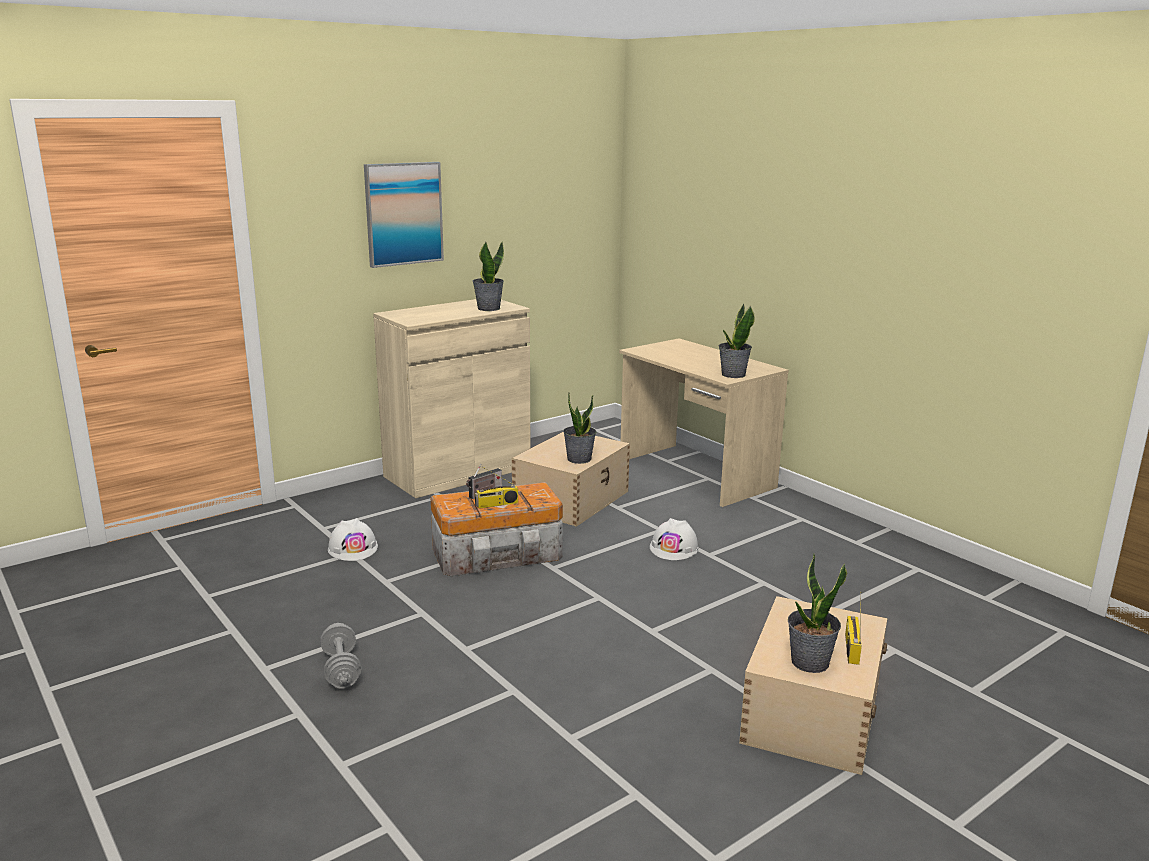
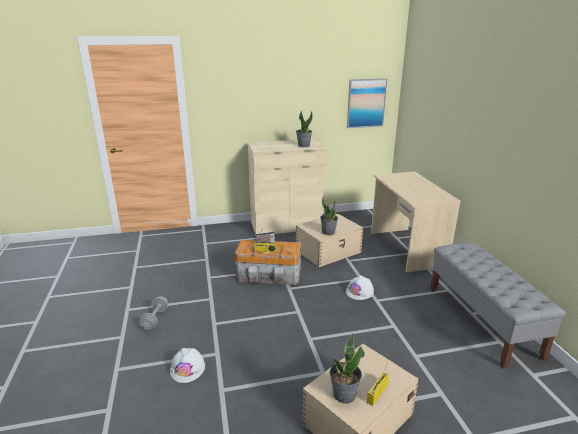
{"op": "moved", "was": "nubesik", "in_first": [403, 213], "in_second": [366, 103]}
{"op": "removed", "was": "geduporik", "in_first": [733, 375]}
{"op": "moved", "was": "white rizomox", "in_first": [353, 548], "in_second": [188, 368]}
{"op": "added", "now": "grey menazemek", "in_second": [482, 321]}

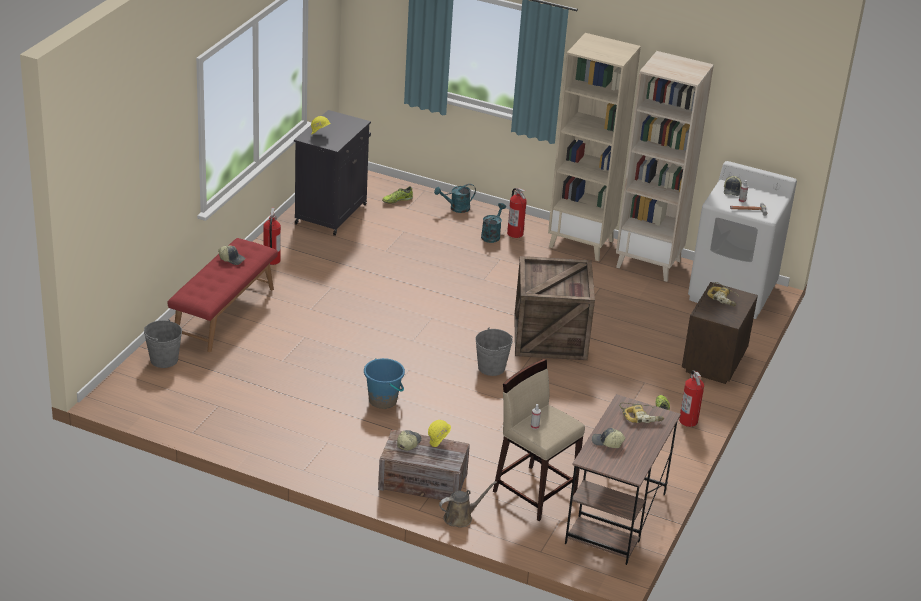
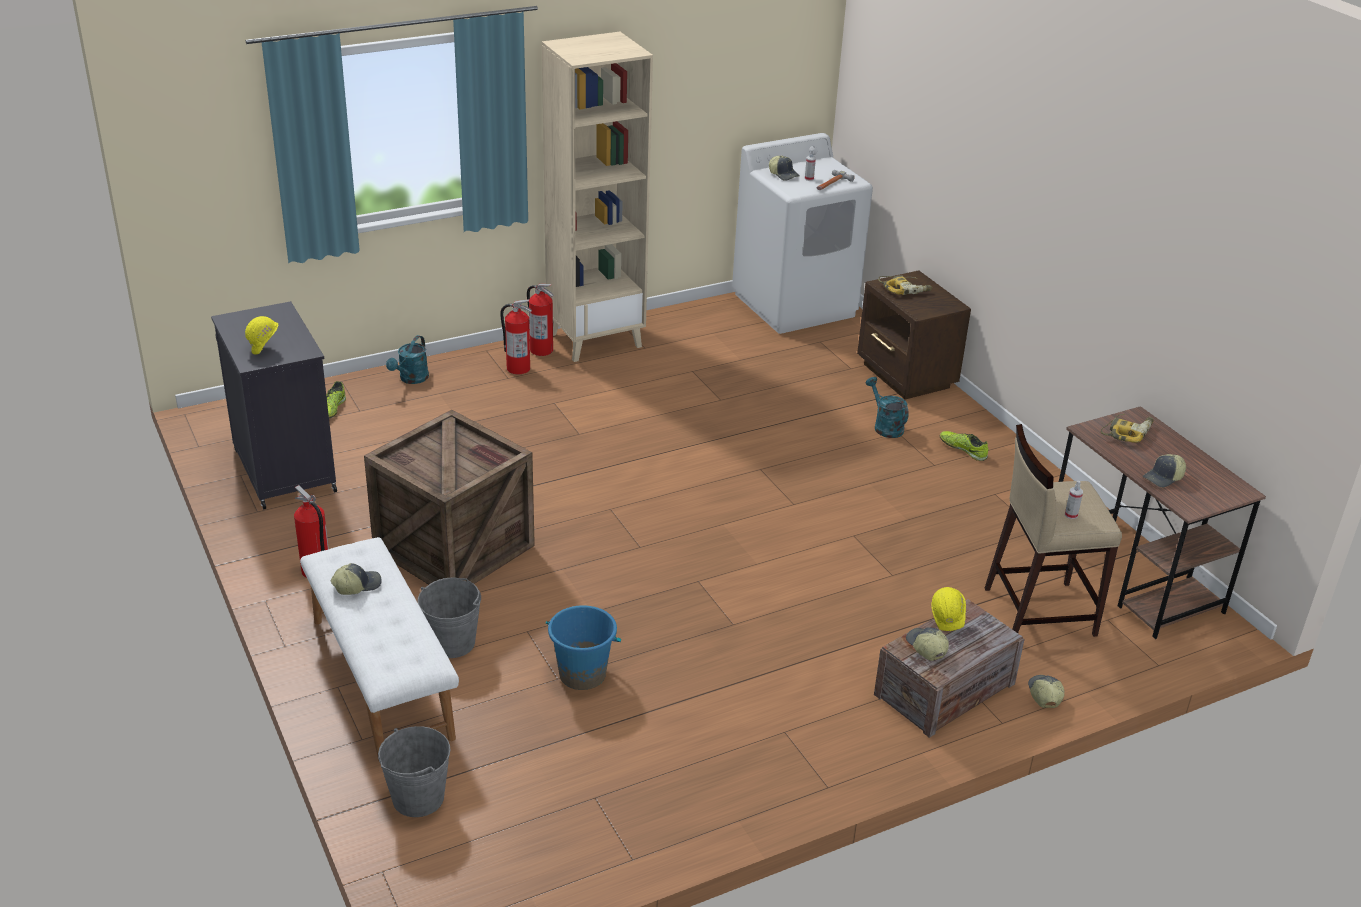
{"op": "removed", "was": "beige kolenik", "in_first": [649, 264]}
{"op": "moved", "was": "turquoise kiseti", "in_first": [492, 235], "in_second": [885, 426]}
{"op": "recoloured", "was": "red menazemek", "now": "white menazemek", "in_first": [224, 313], "in_second": [380, 677]}
{"op": "moved", "was": "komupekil", "in_first": [551, 338], "in_second": [456, 547]}
{"op": "moved", "was": "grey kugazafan", "in_first": [491, 367], "in_second": [452, 643]}
{"op": "moved", "was": "blue kugazafan", "in_first": [383, 400], "in_second": [582, 674]}
{"op": "moved", "was": "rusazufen", "in_first": [688, 421], "in_second": [541, 350]}
{"op": "replaced", "was": "brown kiseti", "now": "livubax", "in_first": [461, 517], "in_second": [1044, 695]}

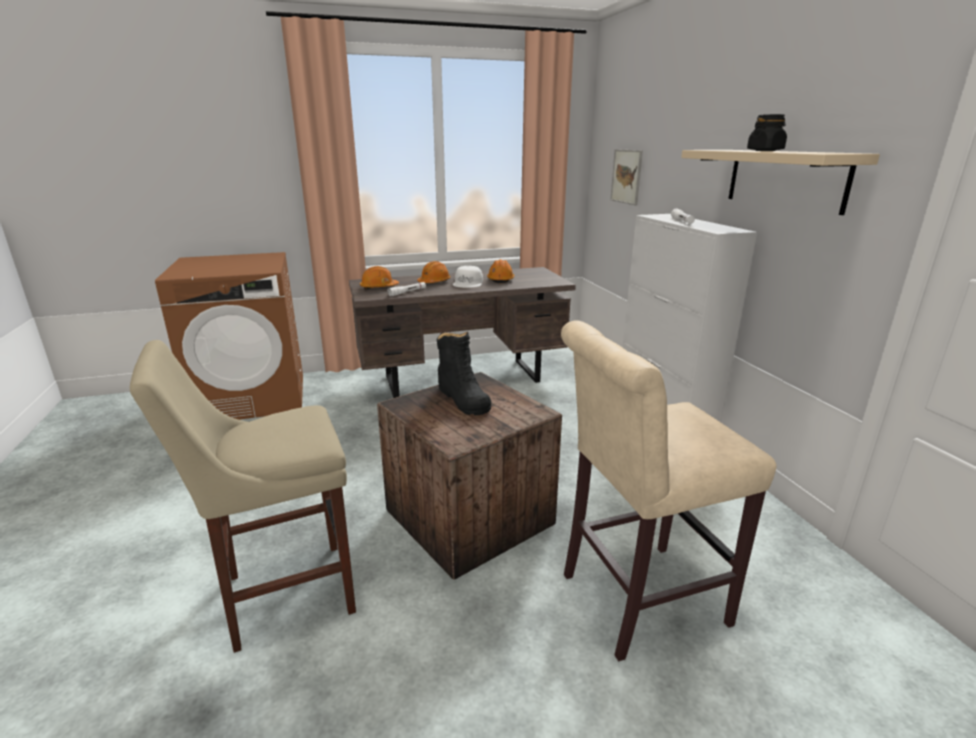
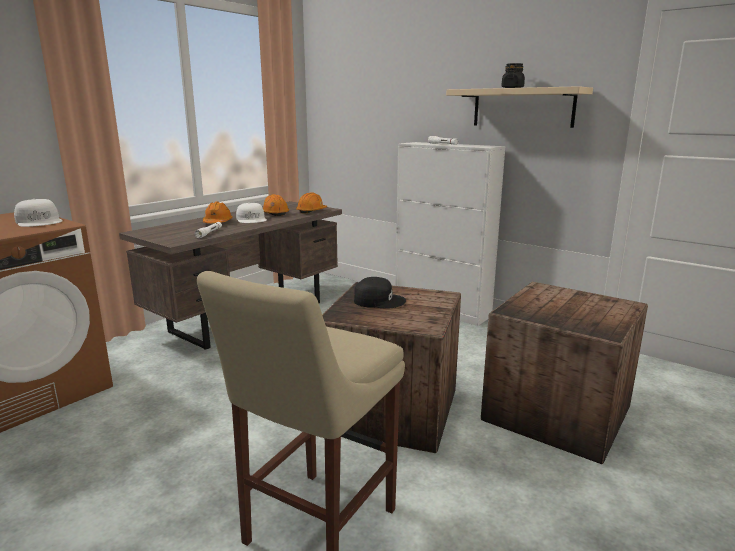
{"op": "removed", "was": "nubesik", "in_first": [626, 176]}
{"op": "moved", "was": "orange rizomox", "in_first": [379, 287], "in_second": [311, 211]}
{"op": "replaced", "was": "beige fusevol", "now": "komupekil", "in_first": [635, 600], "in_second": [554, 414]}
{"op": "replaced", "was": "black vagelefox", "now": "black livubax", "in_first": [463, 399], "in_second": [379, 300]}
{"op": "added", "now": "white livubax", "in_second": [40, 221]}

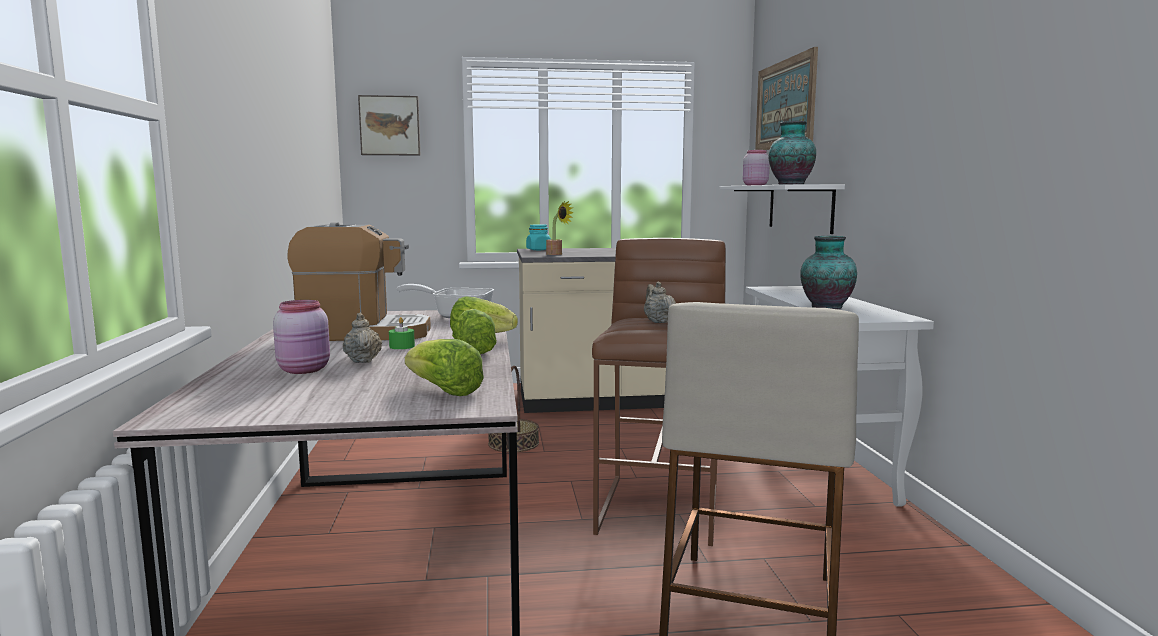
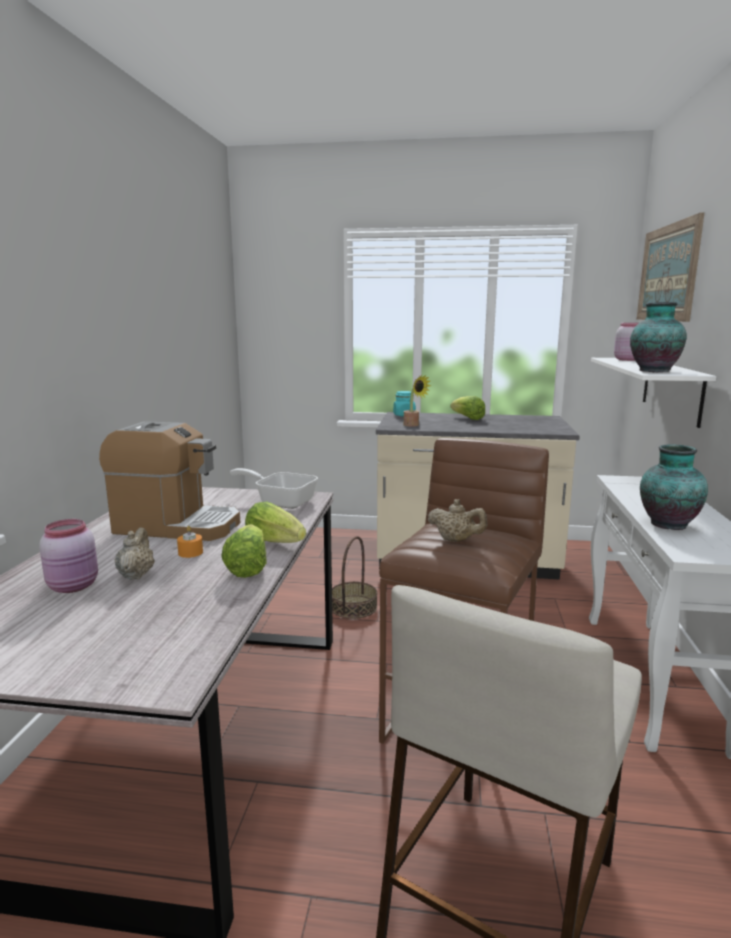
{"op": "removed", "was": "nubesik", "in_first": [390, 126]}
{"op": "turned", "was": "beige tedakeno", "in_first": [658, 321], "in_second": [456, 540], "clockwise": 120}
{"op": "recoloured", "was": "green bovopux", "now": "orange bovopux", "in_first": [402, 346], "in_second": [190, 552]}
{"op": "moved", "was": "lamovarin", "in_first": [444, 391], "in_second": [467, 418]}

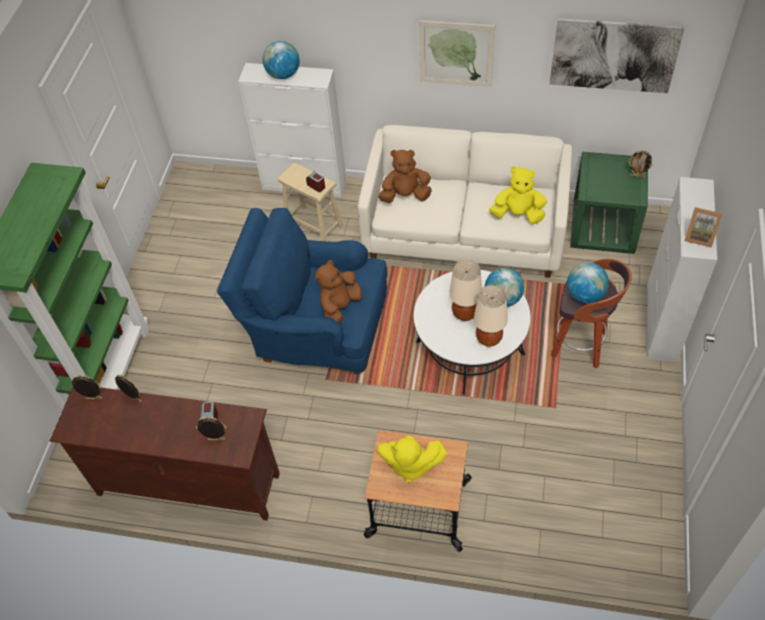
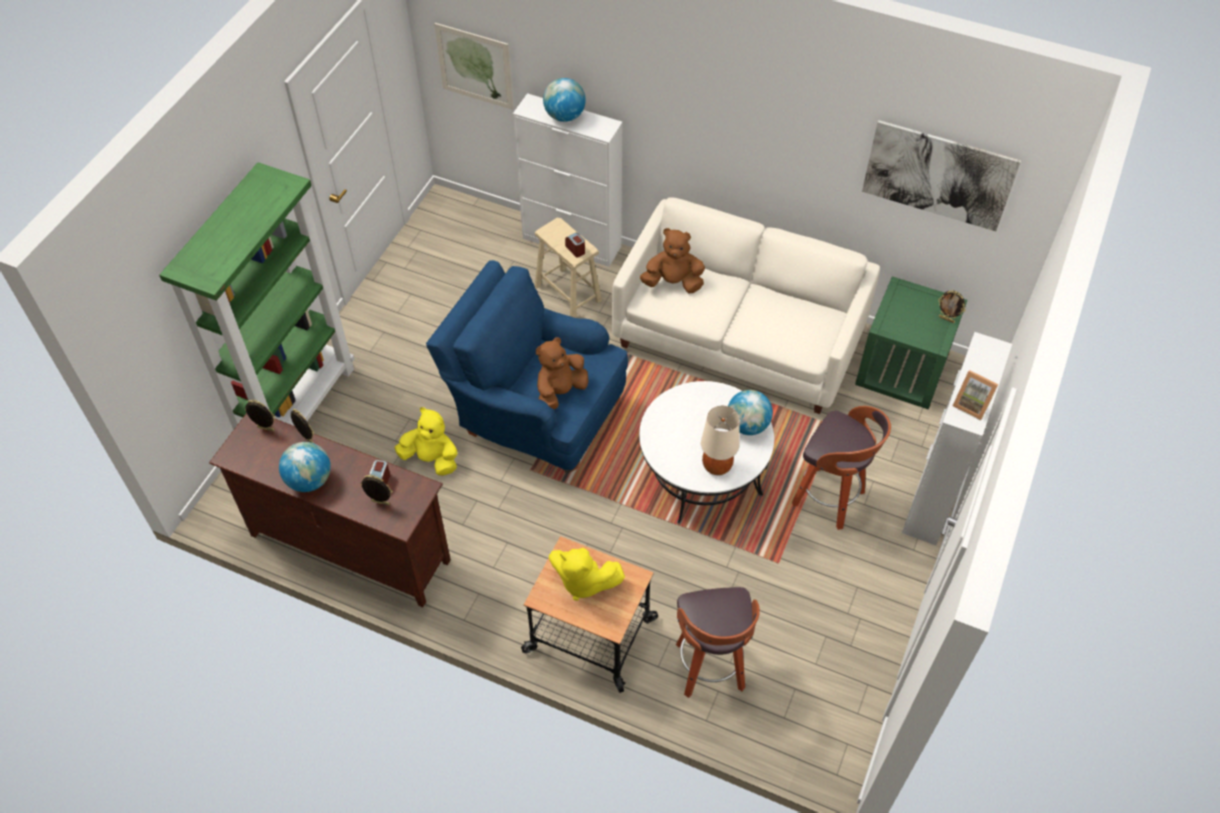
{"op": "moved", "was": "nubesik", "in_first": [456, 54], "in_second": [475, 66]}
{"op": "moved", "was": "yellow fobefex", "in_first": [518, 214], "in_second": [431, 459]}
{"op": "removed", "was": "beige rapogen", "in_first": [464, 314]}
{"op": "moved", "was": "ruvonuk", "in_first": [585, 295], "in_second": [309, 480]}
{"op": "added", "now": "fusevol", "in_second": [710, 668]}

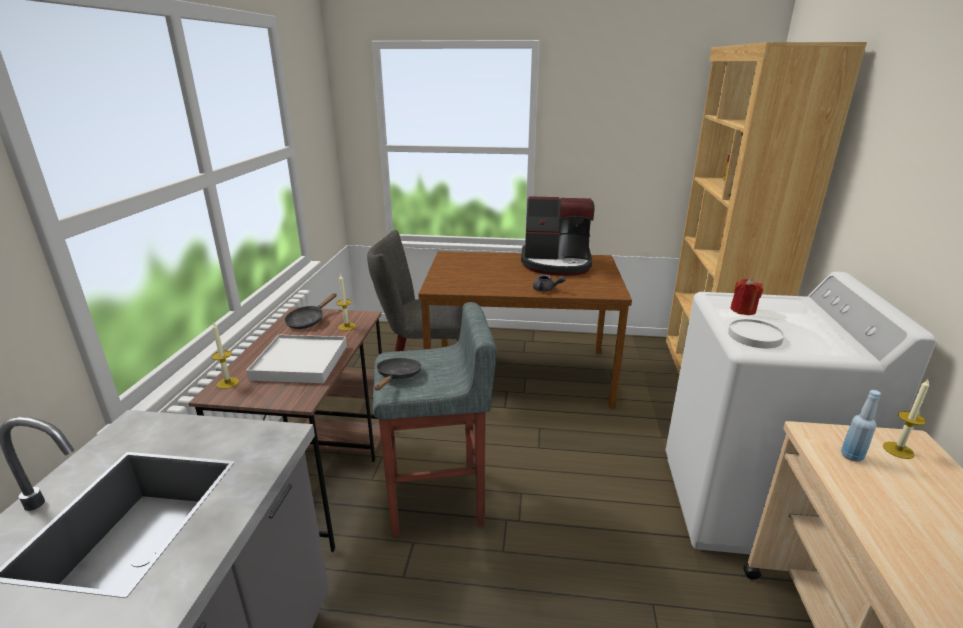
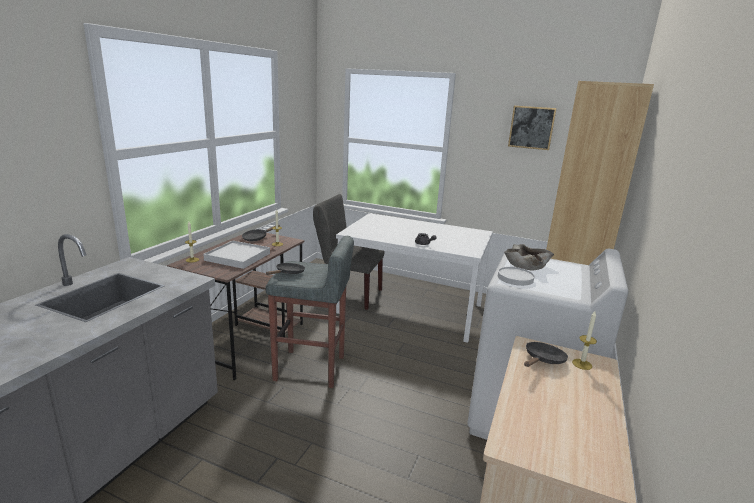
{"op": "removed", "was": "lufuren", "in_first": [556, 264]}
{"op": "recoloured", "was": "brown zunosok", "now": "white zunosok", "in_first": [521, 373], "in_second": [412, 308]}
{"op": "replaced", "was": "red bovopux", "now": "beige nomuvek", "in_first": [743, 310], "in_second": [526, 264]}
{"op": "replaced", "was": "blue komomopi", "now": "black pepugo", "in_first": [851, 456], "in_second": [543, 360]}
{"op": "added", "now": "nubesik", "in_second": [531, 127]}

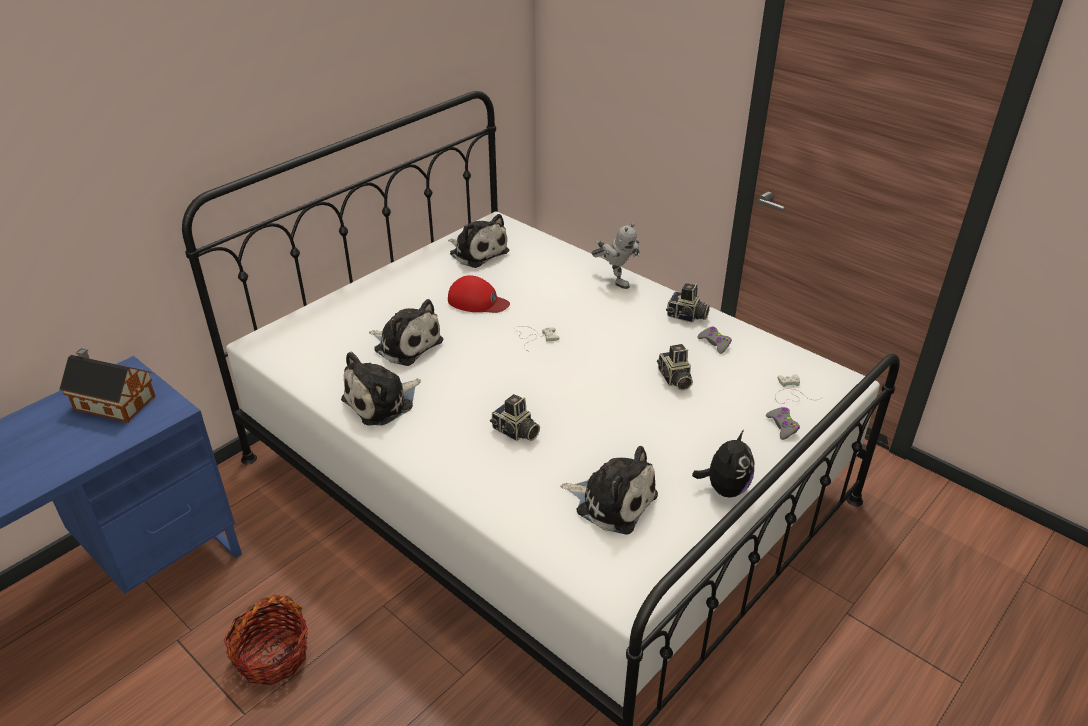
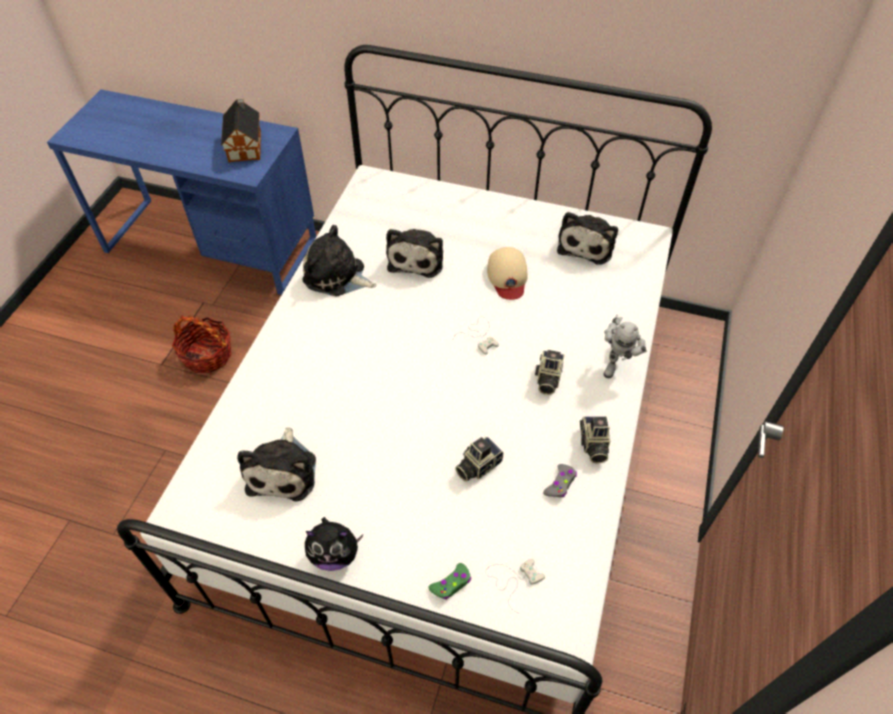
{"op": "recoloured", "was": "red livubax", "now": "beige livubax", "in_first": [477, 301], "in_second": [507, 276]}
{"op": "moved", "was": "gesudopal", "in_first": [515, 432], "in_second": [547, 379]}
{"op": "recoloured", "was": "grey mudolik", "now": "green mudolik", "in_first": [782, 426], "in_second": [451, 584]}

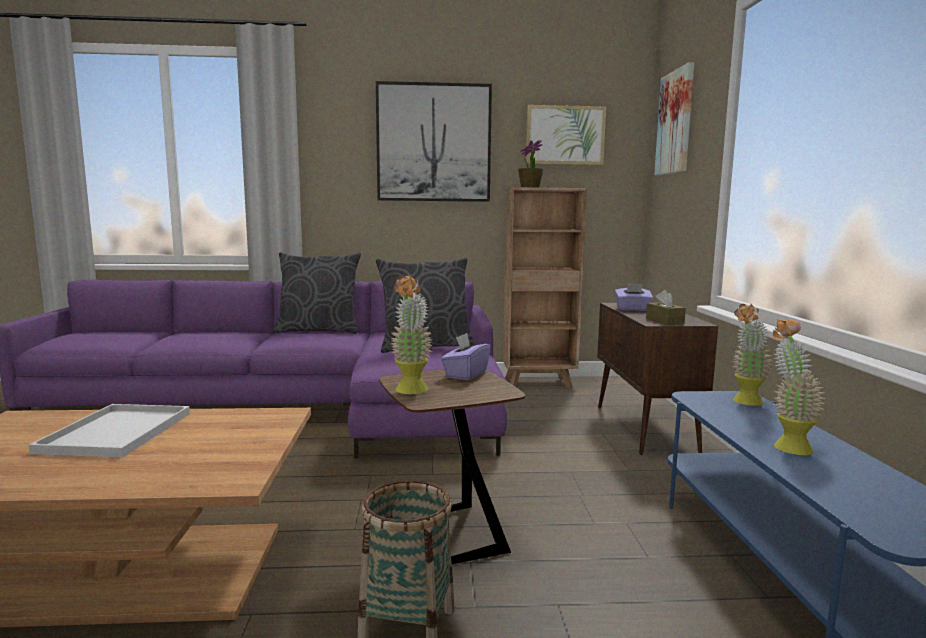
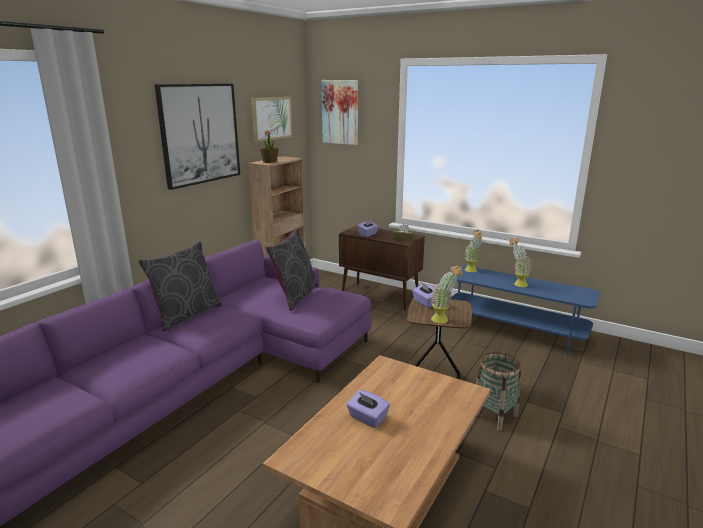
{"op": "replaced", "was": "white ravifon", "now": "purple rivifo", "in_first": [117, 433], "in_second": [367, 418]}

